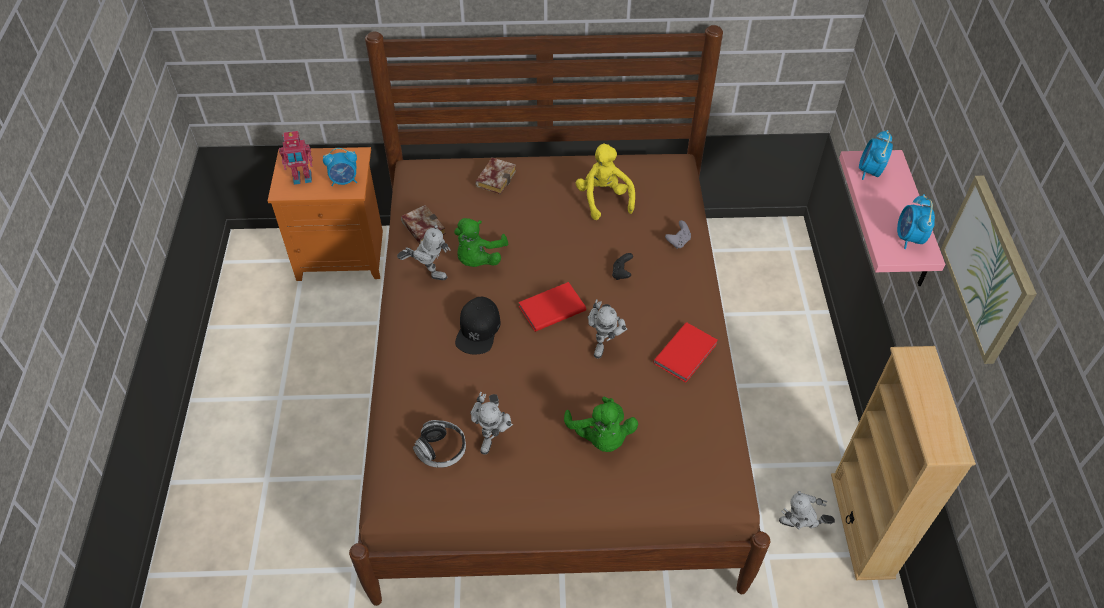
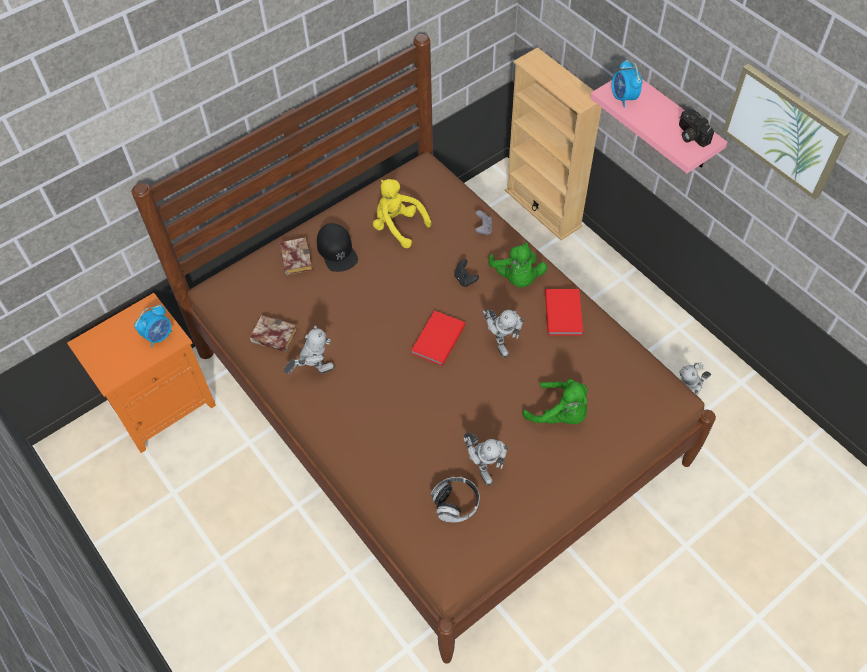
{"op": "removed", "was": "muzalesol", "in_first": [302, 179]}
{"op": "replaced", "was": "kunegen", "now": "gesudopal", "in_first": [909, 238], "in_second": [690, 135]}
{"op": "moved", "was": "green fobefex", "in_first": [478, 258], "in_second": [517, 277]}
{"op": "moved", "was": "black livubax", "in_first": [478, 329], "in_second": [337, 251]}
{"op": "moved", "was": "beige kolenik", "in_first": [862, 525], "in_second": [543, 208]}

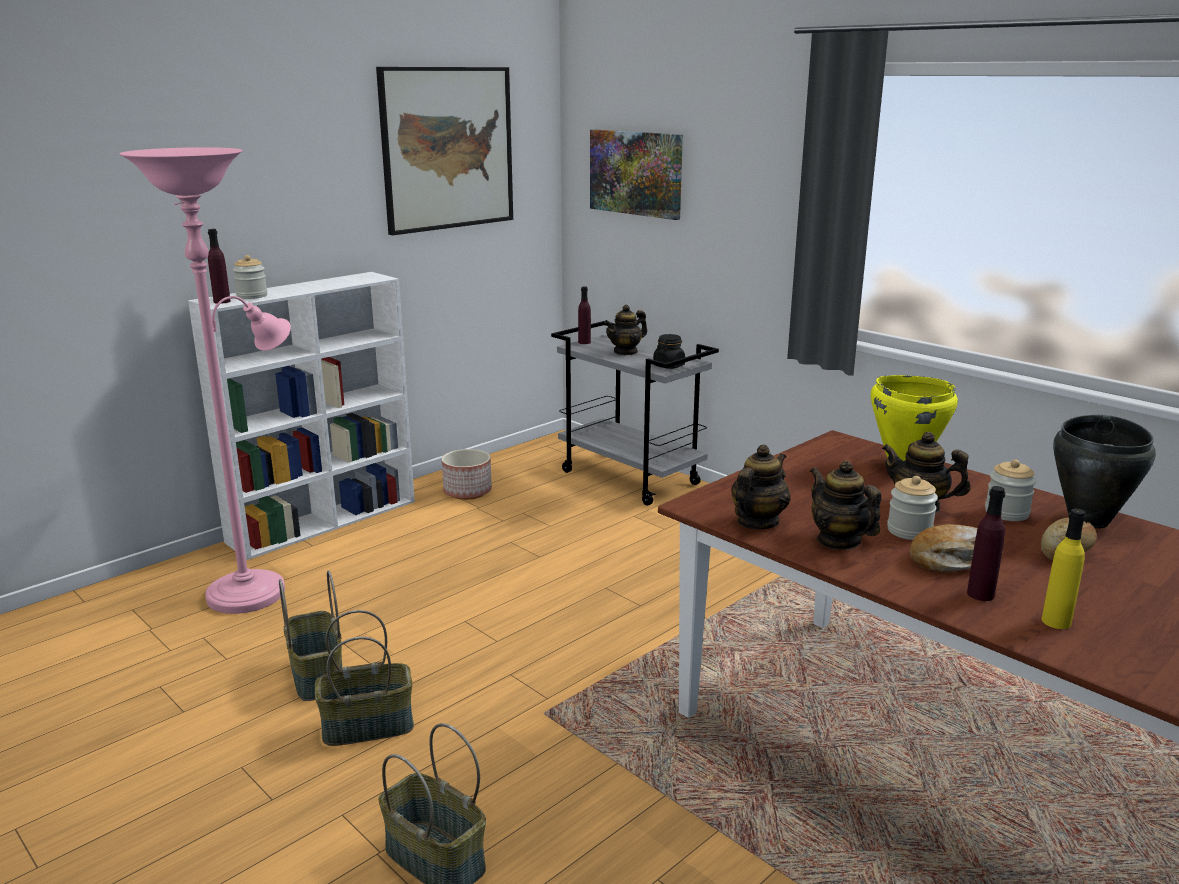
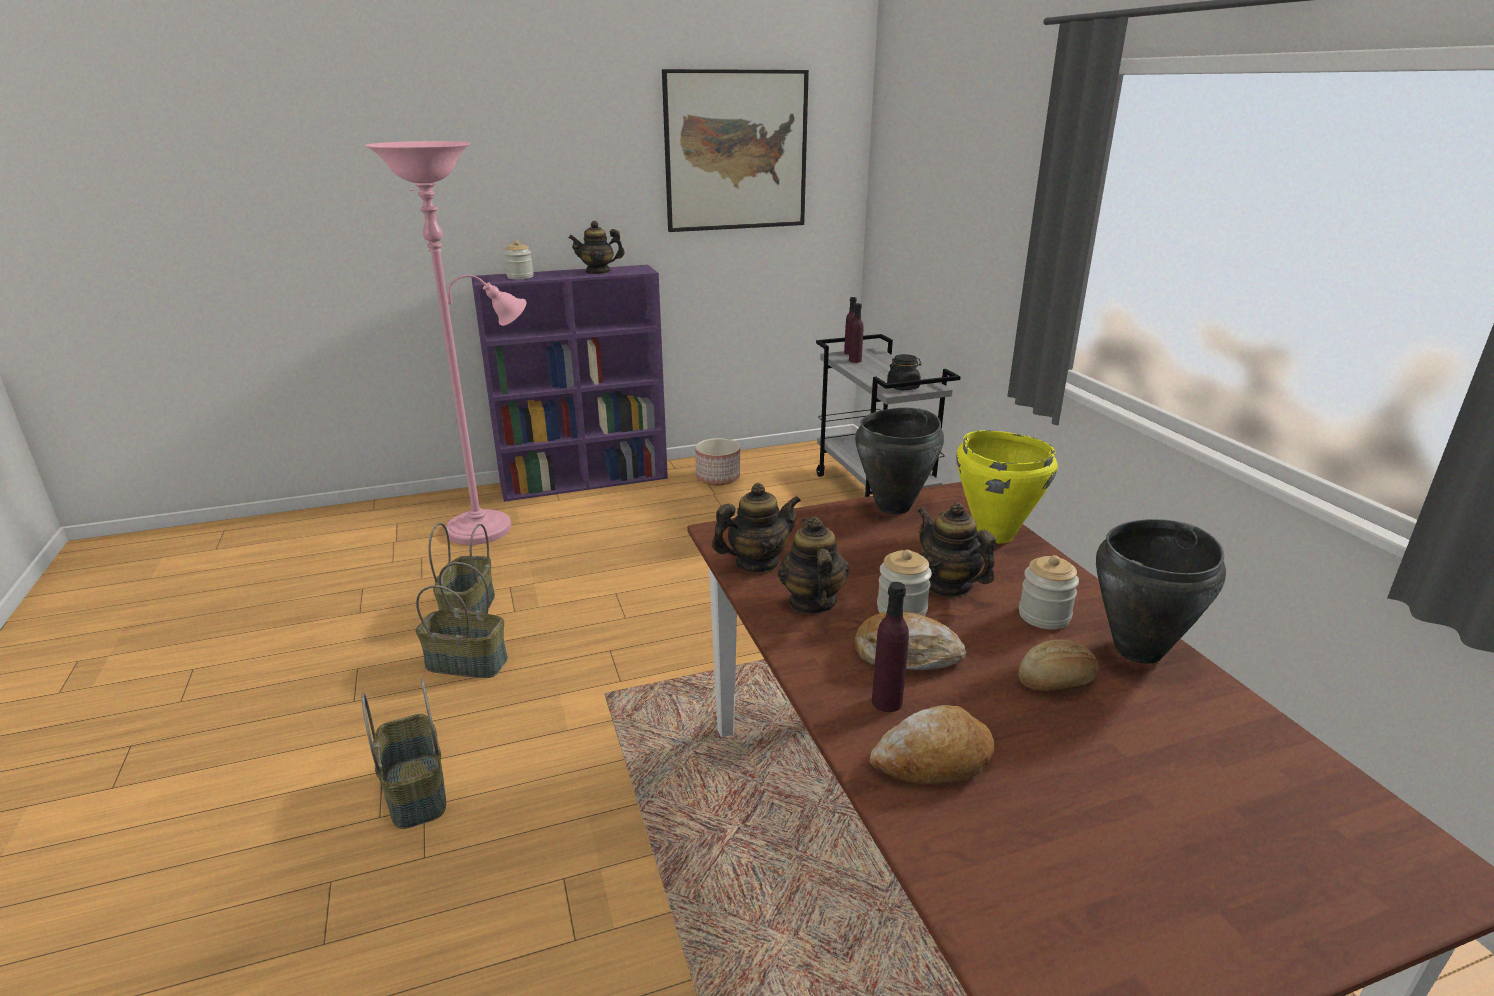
{"op": "removed", "was": "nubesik", "in_first": [636, 173]}
{"op": "moved", "was": "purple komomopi", "in_first": [222, 301], "in_second": [855, 360]}
{"op": "recoloured", "was": "white kolenik", "now": "purple kolenik", "in_first": [325, 520], "in_second": [586, 480]}
{"op": "moved", "was": "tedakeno", "in_first": [626, 352], "in_second": [598, 271]}
{"op": "replaced", "was": "yellow komomopi", "now": "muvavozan", "in_first": [1056, 621], "in_second": [933, 760]}
{"op": "added", "now": "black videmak", "in_second": [894, 506]}

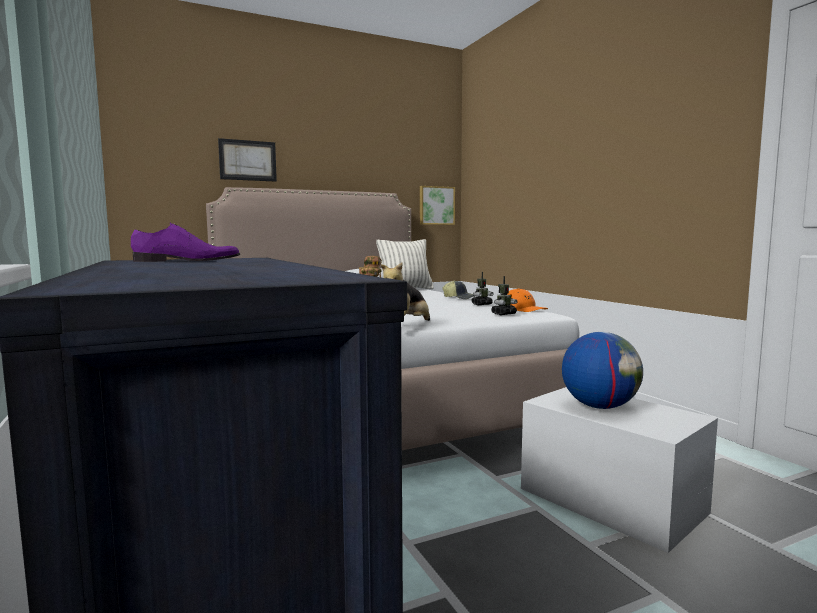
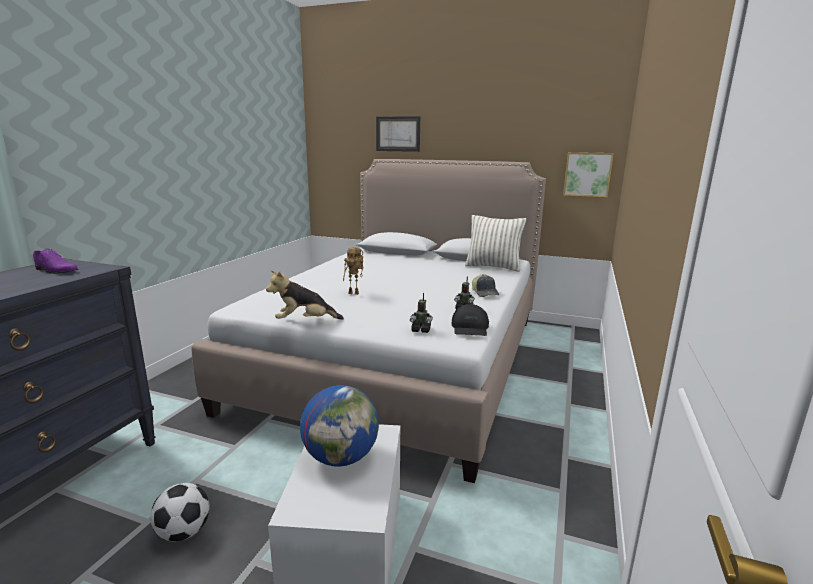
{"op": "recoloured", "was": "orange livubax", "now": "black livubax", "in_first": [523, 309], "in_second": [470, 328]}
{"op": "added", "now": "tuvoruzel", "in_second": [184, 532]}

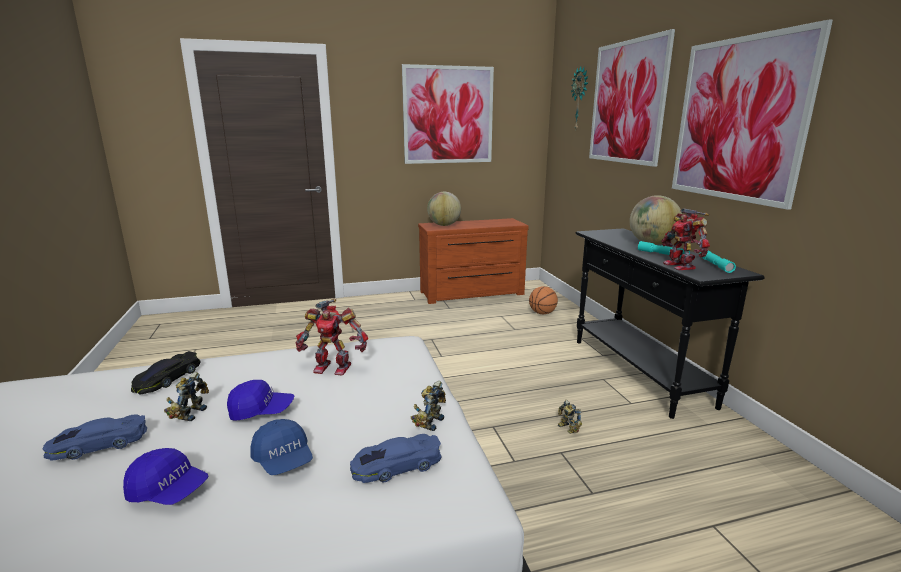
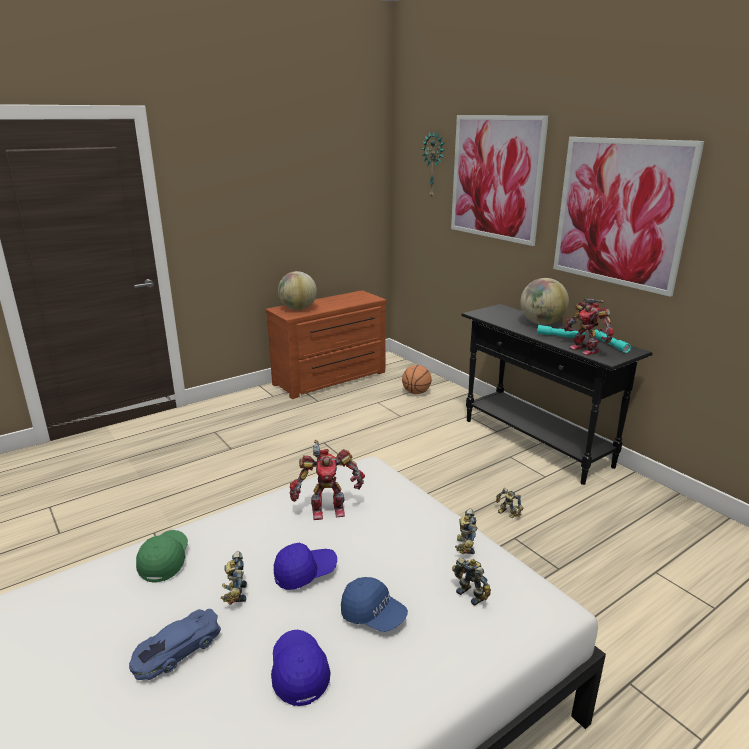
{"op": "removed", "was": "nubesik", "in_first": [448, 115]}
{"op": "replaced", "was": "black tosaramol", "now": "green livubax", "in_first": [167, 378], "in_second": [164, 561]}
{"op": "replaced", "was": "blue tosaramol", "now": "muzalesol", "in_first": [396, 465], "in_second": [472, 593]}
{"op": "turned", "was": "blue livubax", "in_first": [169, 491], "in_second": [299, 673], "clockwise": -105}

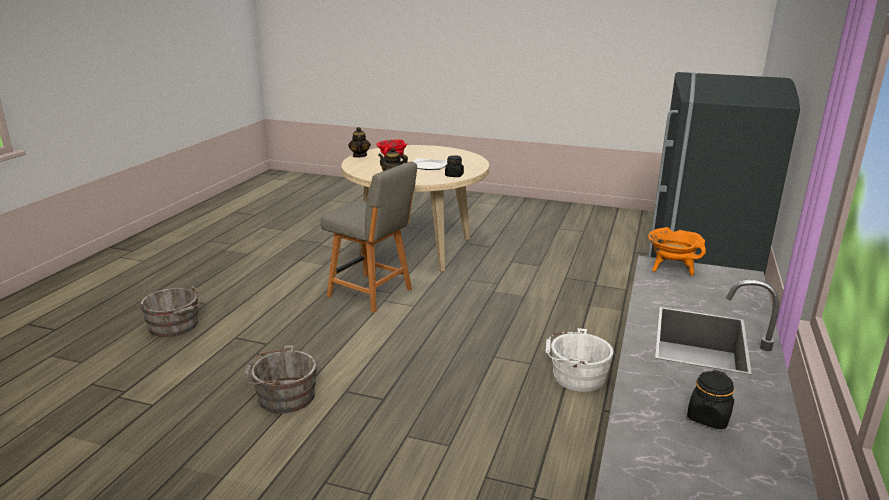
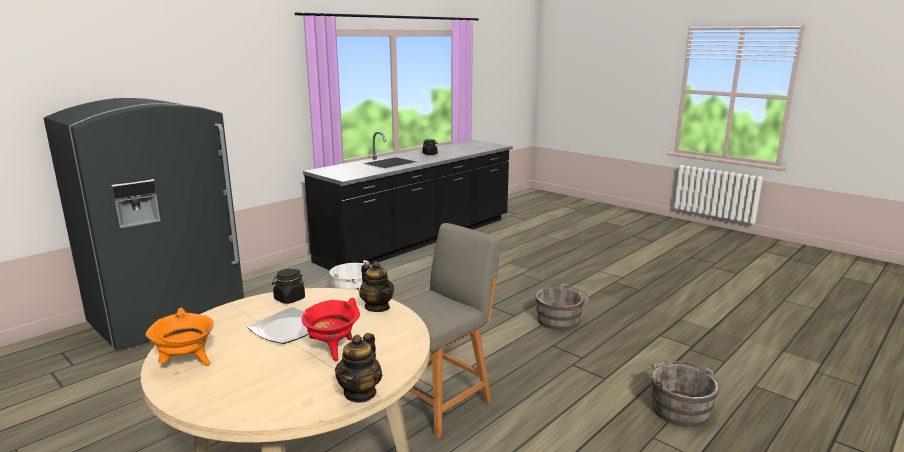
{"op": "turned", "was": "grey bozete", "in_first": [372, 293], "in_second": [440, 401], "clockwise": 75}
{"op": "moved", "was": "orange videmak", "in_first": [671, 269], "in_second": [187, 363]}

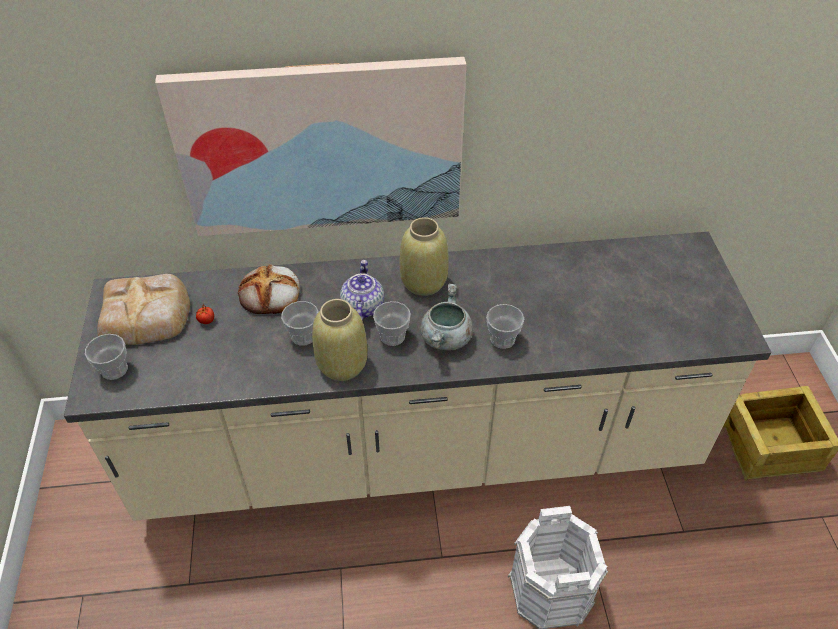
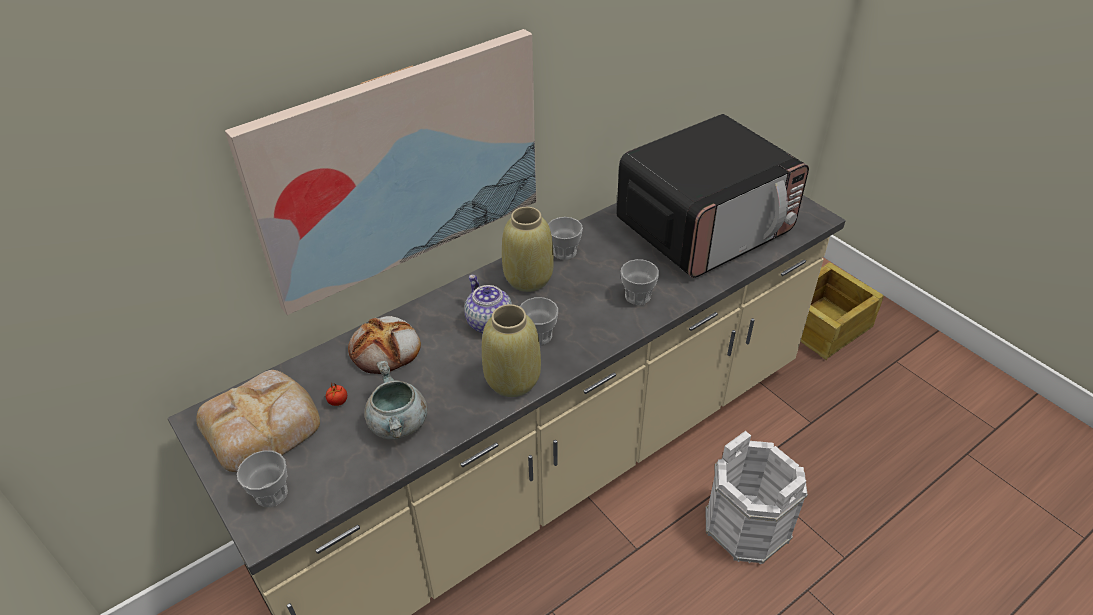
{"op": "moved", "was": "grey videmak", "in_first": [446, 339], "in_second": [399, 424]}
{"op": "moved", "was": "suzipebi", "in_first": [303, 336], "in_second": [564, 252]}
{"op": "added", "now": "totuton", "in_second": [705, 227]}

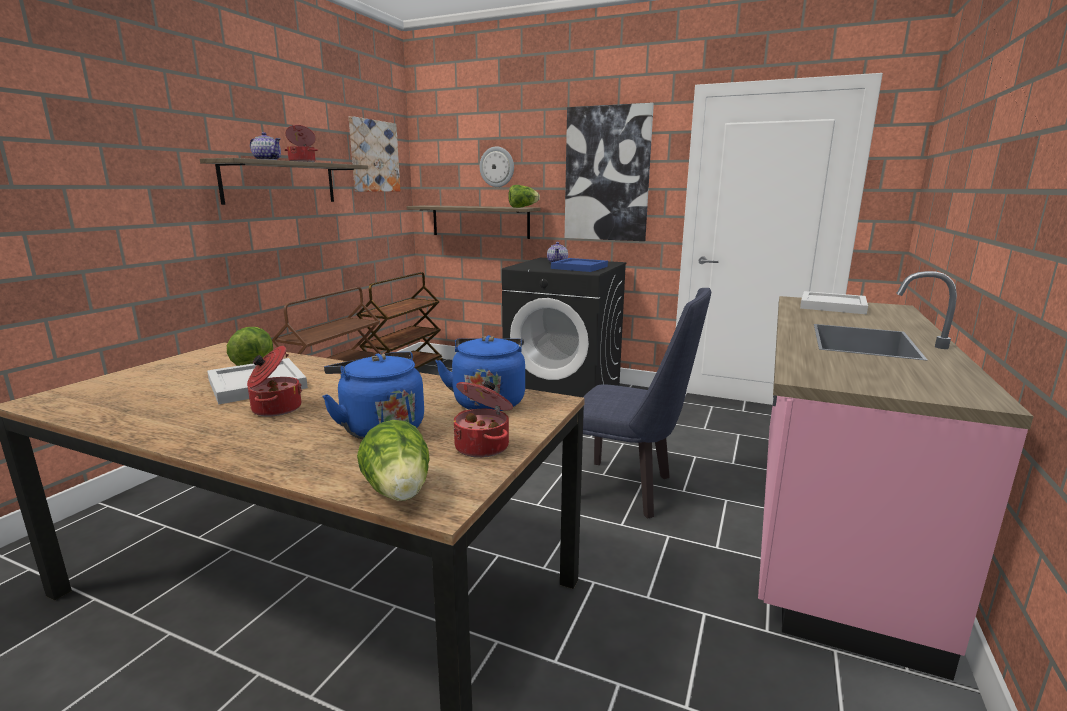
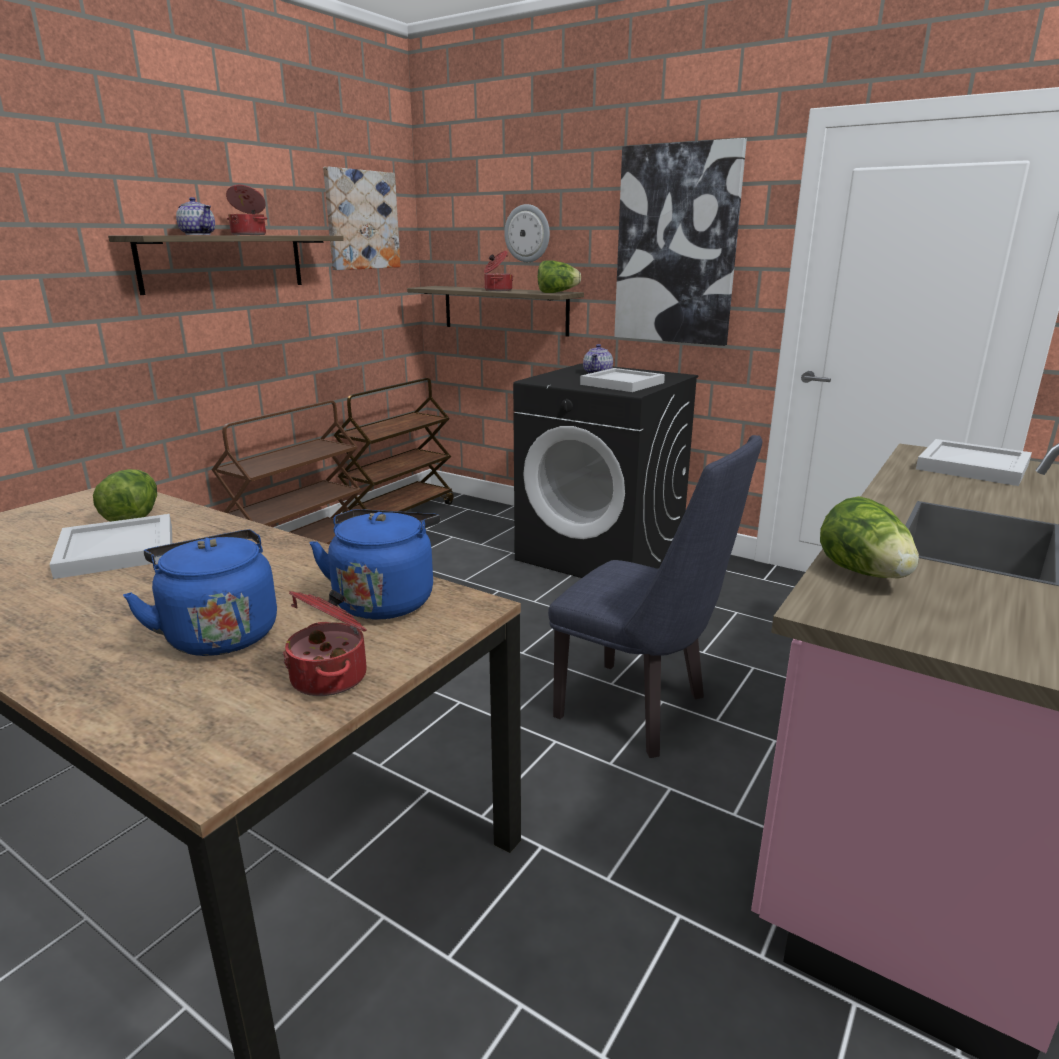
{"op": "recoloured", "was": "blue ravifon", "now": "white ravifon", "in_first": [578, 267], "in_second": [620, 383]}
{"op": "moved", "was": "videmak", "in_first": [275, 409], "in_second": [497, 290]}
{"op": "moved", "was": "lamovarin", "in_first": [399, 492], "in_second": [864, 574]}

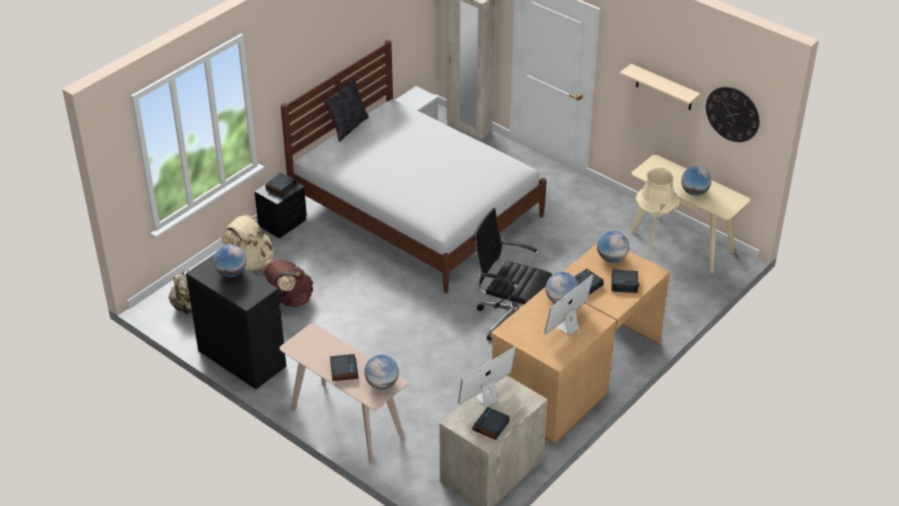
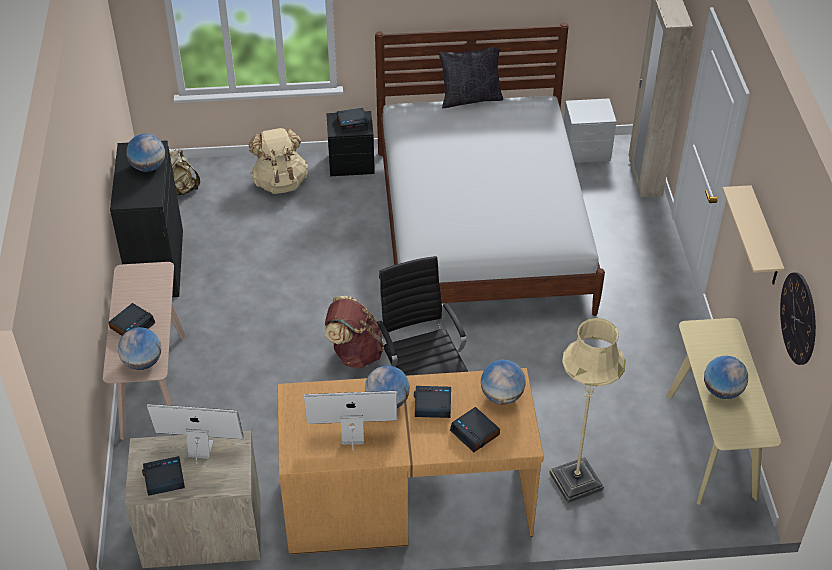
{"op": "moved", "was": "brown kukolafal", "in_first": [289, 299], "in_second": [356, 352]}

